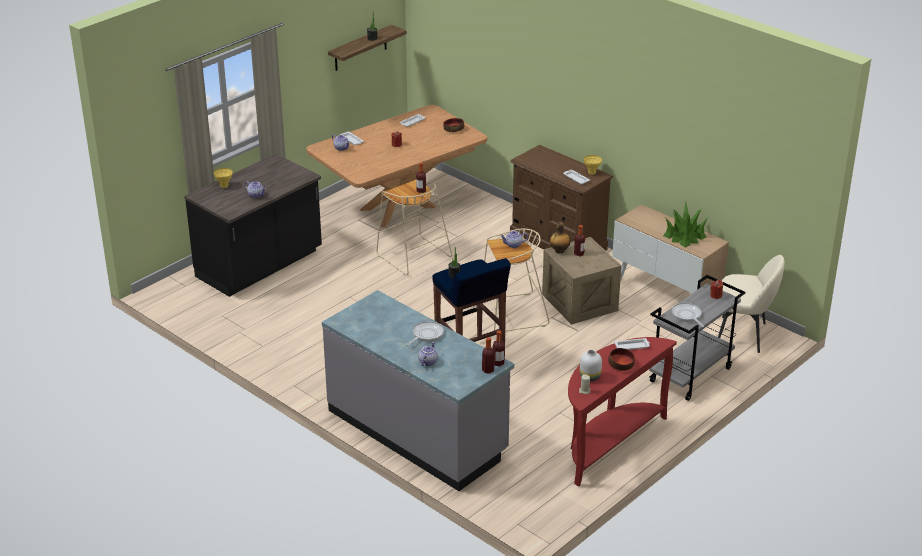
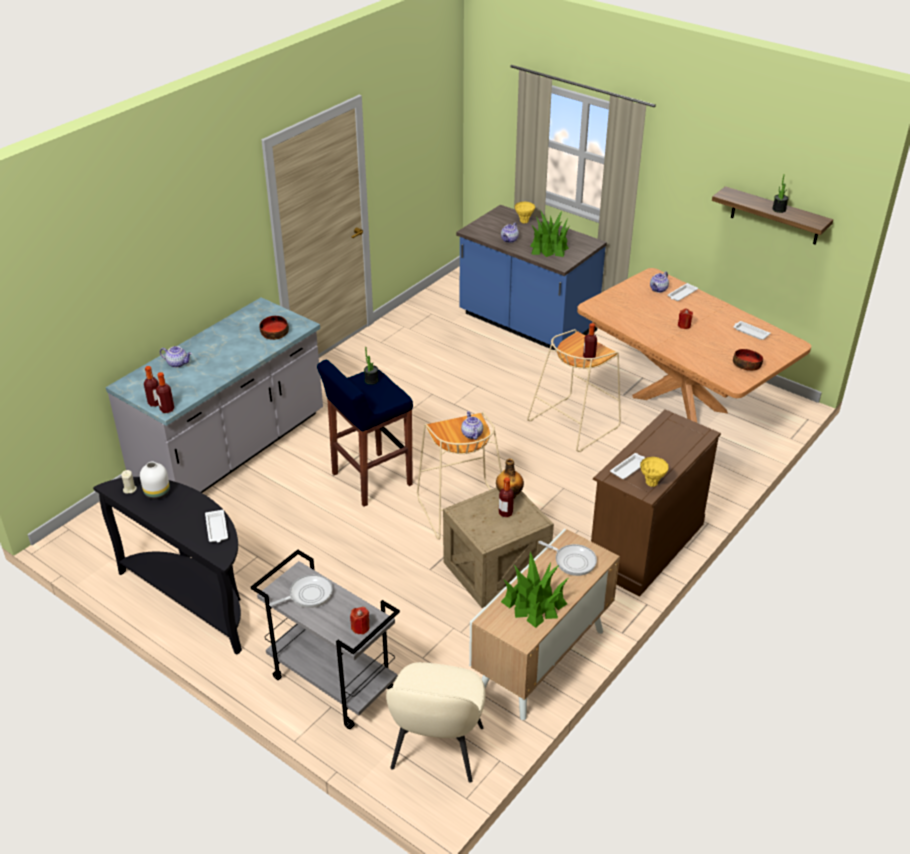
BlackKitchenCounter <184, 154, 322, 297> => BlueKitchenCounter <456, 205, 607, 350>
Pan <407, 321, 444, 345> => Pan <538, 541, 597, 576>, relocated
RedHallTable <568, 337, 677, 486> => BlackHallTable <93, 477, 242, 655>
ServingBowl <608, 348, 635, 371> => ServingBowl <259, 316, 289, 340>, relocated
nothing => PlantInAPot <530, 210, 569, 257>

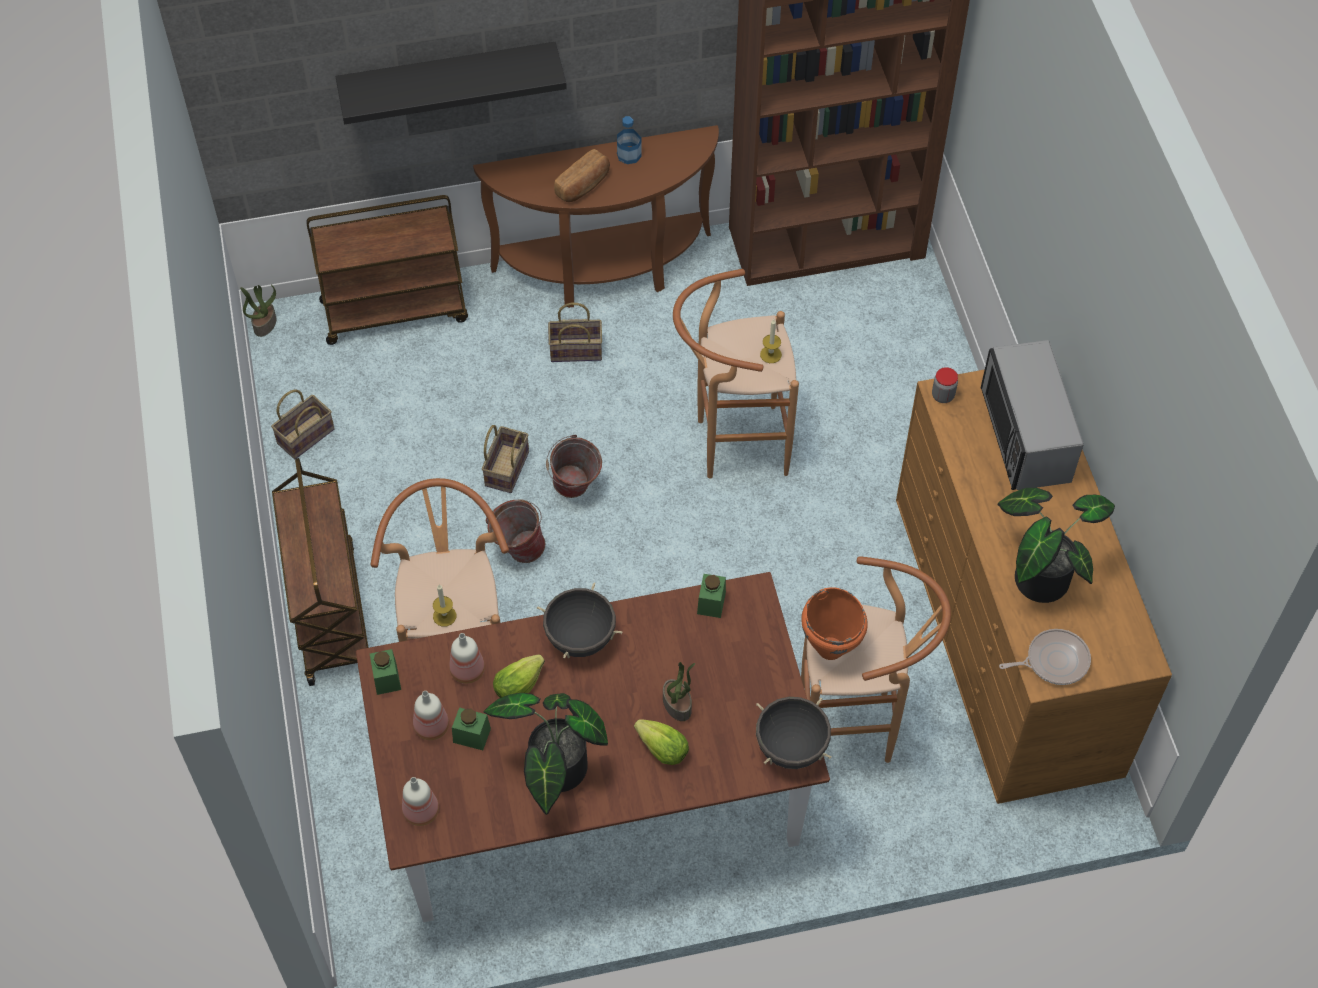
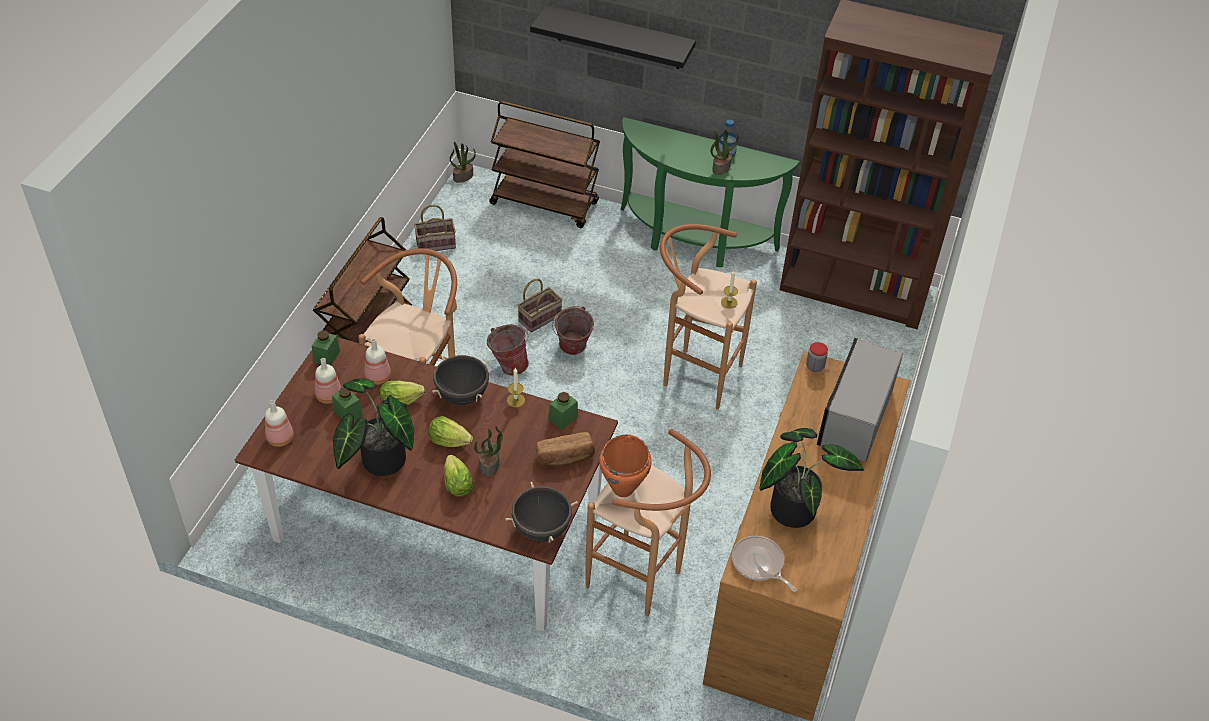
Candle <433, 585, 456, 627> => Candle <507, 368, 525, 407>, relocated
BrownishHallTable <473, 125, 719, 308> => GreenHallTable <621, 117, 799, 268>
HouseholdBasket <548, 302, 602, 362> => nothing
BakedBread <554, 149, 610, 202> => BakedBread <536, 432, 595, 467>, relocated
Pan <999, 629, 1091, 685> => Pan <732, 536, 797, 592>, 150 degrees counterclockwise
nothing => Lettuce <428, 416, 473, 447>
nothing => PlantInAPot <710, 130, 739, 175>

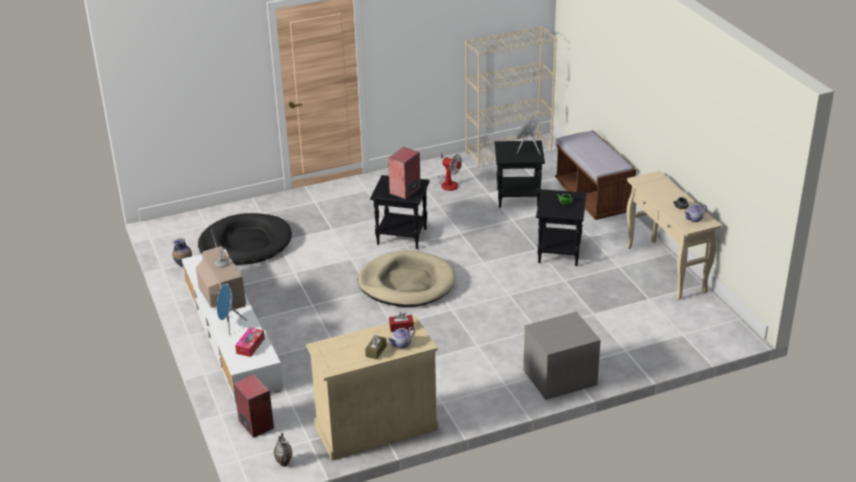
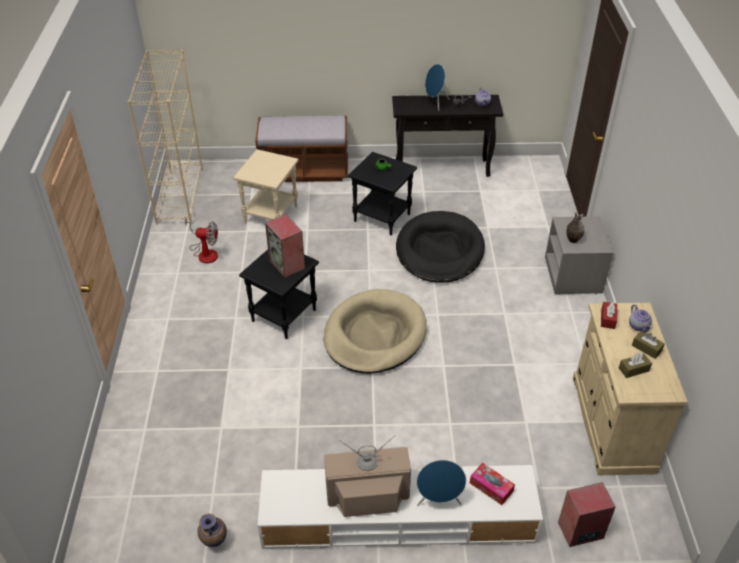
BlackDogBed <198, 213, 292, 265> => BlackDogBed <396, 211, 485, 283>, relocated
Vase <274, 433, 293, 467> => Vase <567, 212, 585, 243>, relocated
CoolingFan <438, 152, 462, 191> => CoolingFan <185, 218, 218, 264>, 45 degrees clockwise
BlackSideTable <494, 141, 545, 208> => BeigeColouredSideTable <233, 149, 299, 224>
BlueSpeaker <516, 115, 541, 155> => BlueSpeaker <425, 64, 450, 111>, relocated
BeigeColouredHallTable <626, 171, 722, 300> => BlackHallTable <392, 95, 503, 177>
nothing => BrownishBoxOfTissues <619, 353, 652, 378>

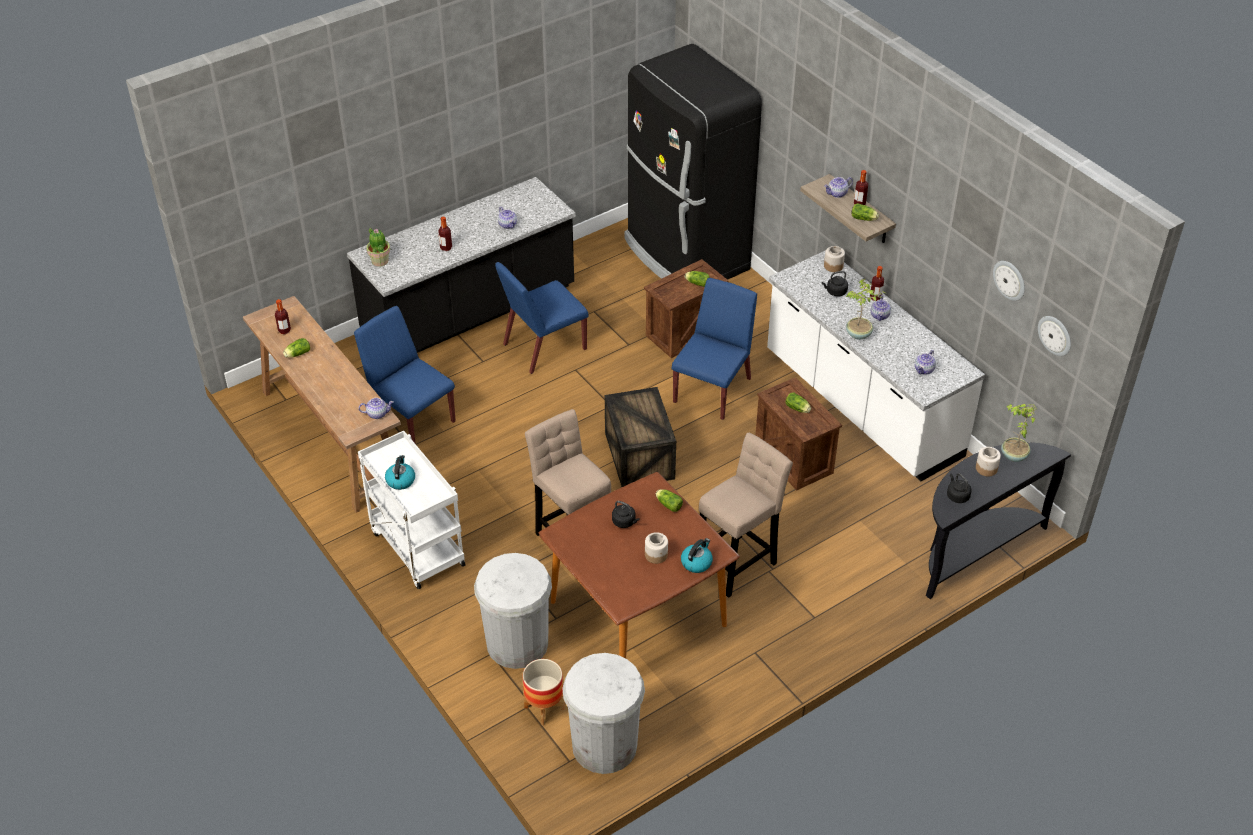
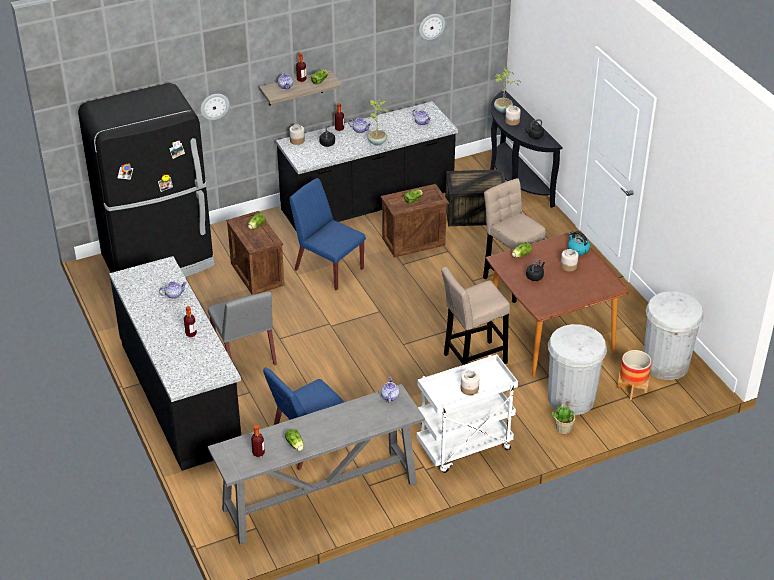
BrownishHallTable <243, 296, 401, 513> => GreyishHallTable <208, 384, 425, 545>
PlantInAPot <366, 228, 390, 267> => PlantInAPot <551, 403, 575, 434>, relocated
Kettle <385, 455, 415, 490> => StorageJar <461, 370, 480, 395>
BlueChair <495, 262, 589, 374> => GreyishChair <208, 292, 277, 365>
ShippingCrate <605, 387, 676, 487> => ShippingCrate <445, 169, 506, 226>, relocated
WhiteColouredKitchenCounter <767, 250, 985, 481> => BlackKitchenCounter <276, 101, 458, 230>
WallClock <1038, 316, 1071, 356> => WallClock <201, 94, 230, 120>, relocated

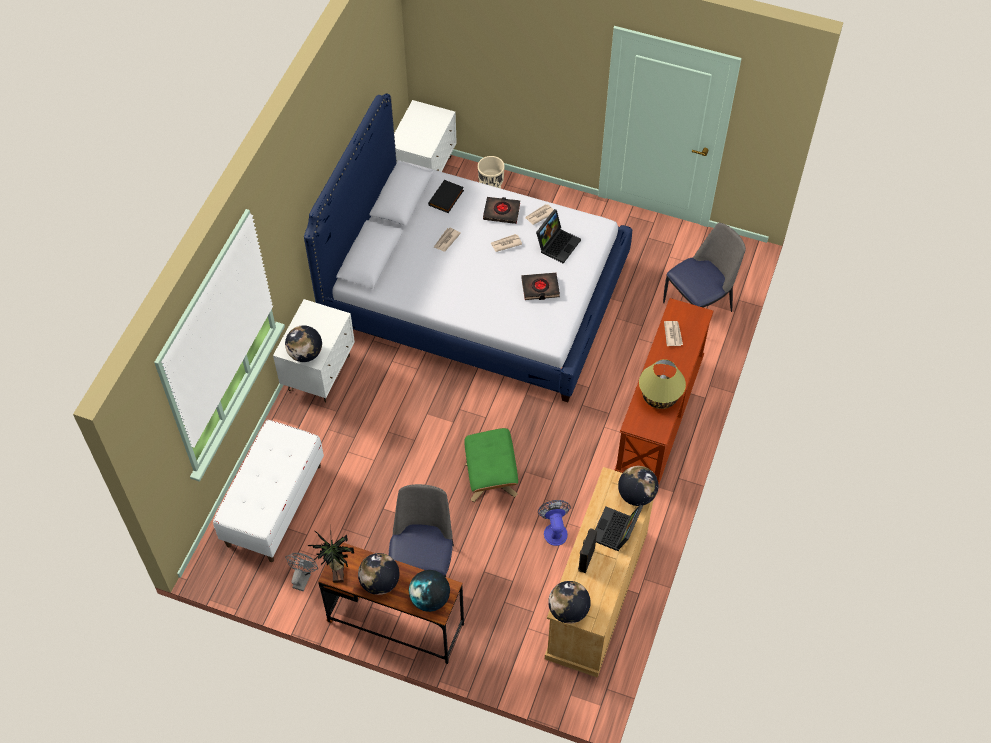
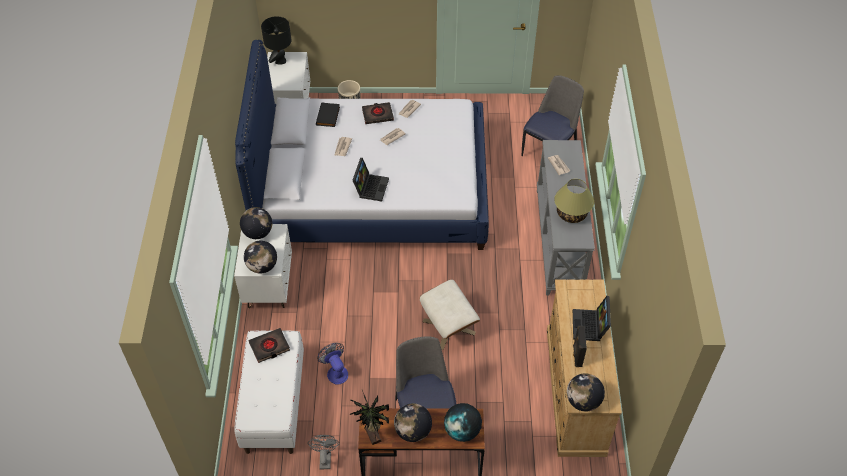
GreenPouffe <464, 428, 518, 502> => BeigeColouredPouffe <420, 279, 480, 350>
BlackVolume <521, 273, 560, 300> => BlackVolume <248, 328, 290, 363>, relocated
Laptop <536, 209, 581, 264> => Laptop <352, 158, 389, 202>, relocated
CoolingFan <538, 500, 571, 546> => CoolingFan <317, 343, 348, 385>, relocated
BrownishHallTable <615, 298, 713, 486> => GreyishHallTable <537, 140, 595, 295>
DeskGlobe <618, 466, 658, 506> => DeskGlobe <240, 207, 272, 239>, relocated
nothing => BlackTabletopLamp <261, 16, 291, 65>

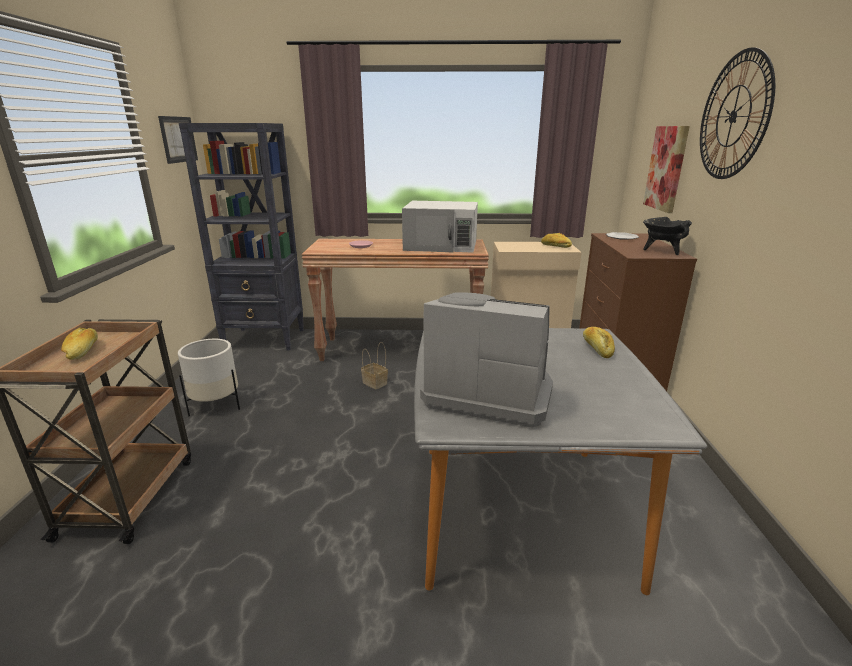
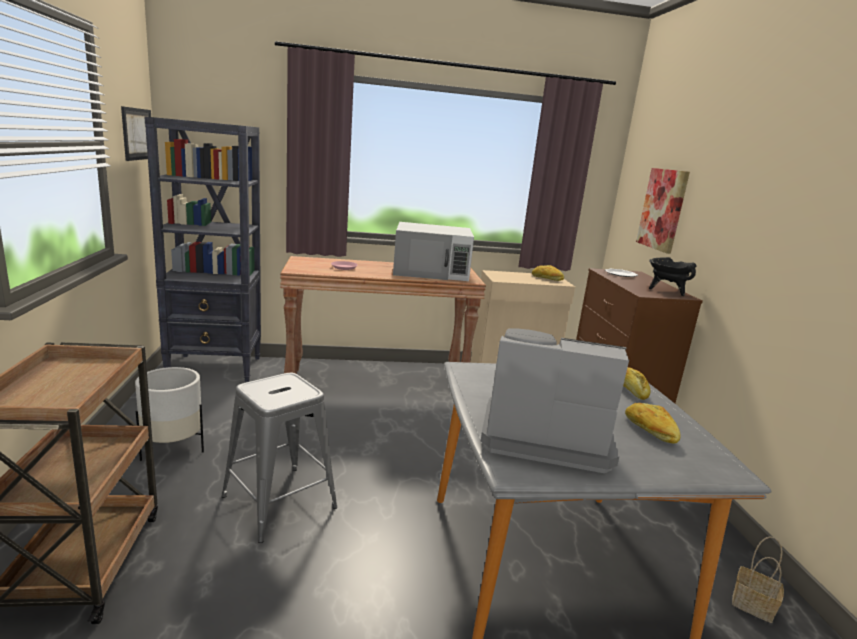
BakedBread <61, 327, 98, 360> => BakedBread <625, 403, 681, 444>, relocated
HouseholdBasket <361, 342, 388, 389> => HouseholdBasket <732, 537, 784, 623>, relocated
WallClock <700, 47, 775, 179> => nothing
nothing => GreyishStool <221, 373, 337, 543>

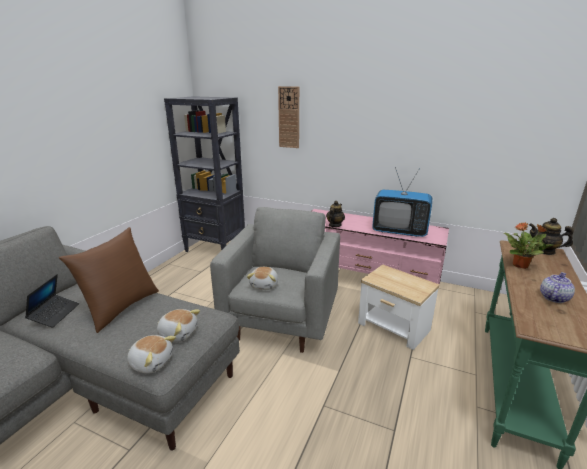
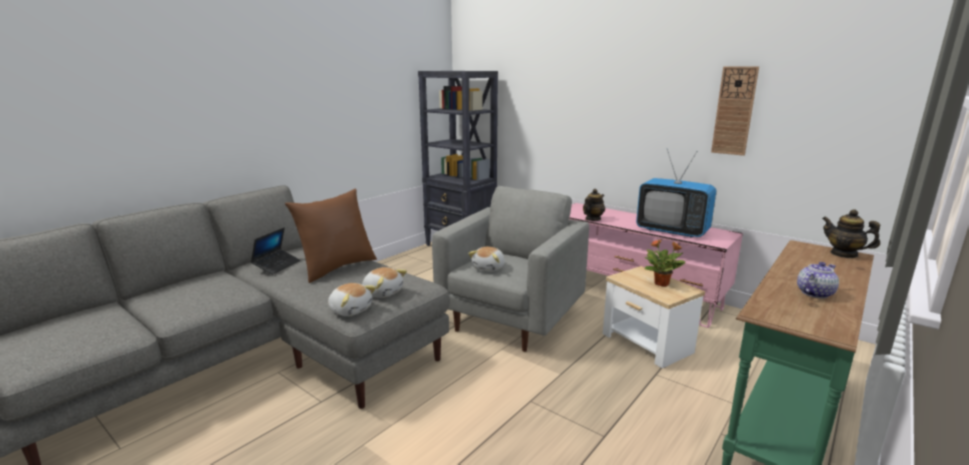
WallClock <278, 86, 299, 148> => WallClock <711, 66, 759, 156>, relocated
PlantInAPot <504, 222, 553, 269> => PlantInAPot <645, 239, 685, 287>, relocated

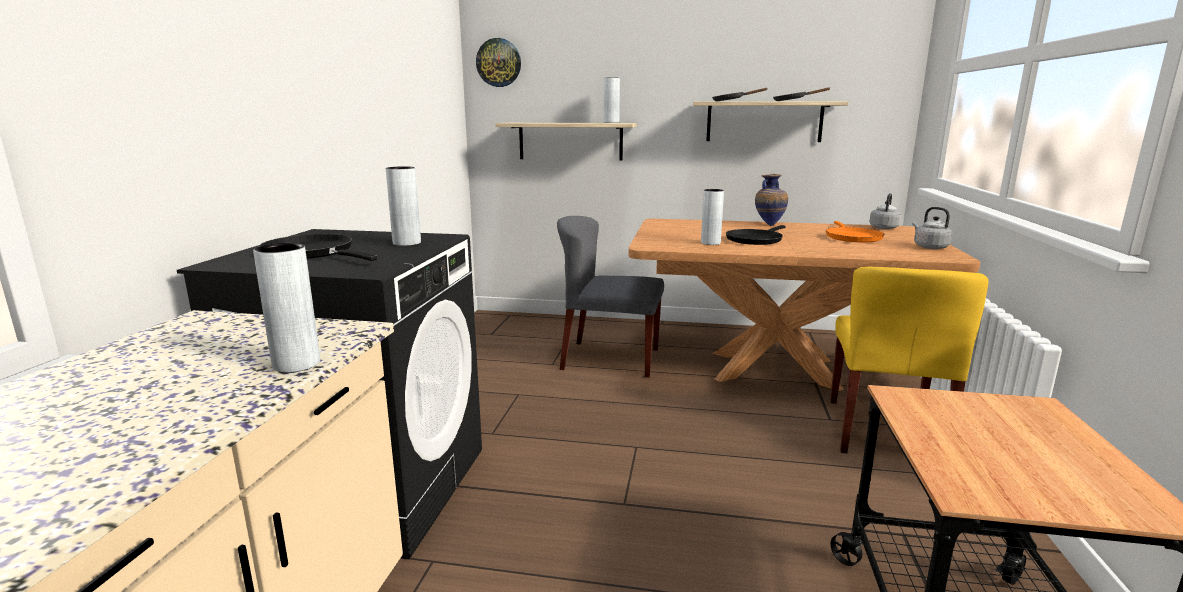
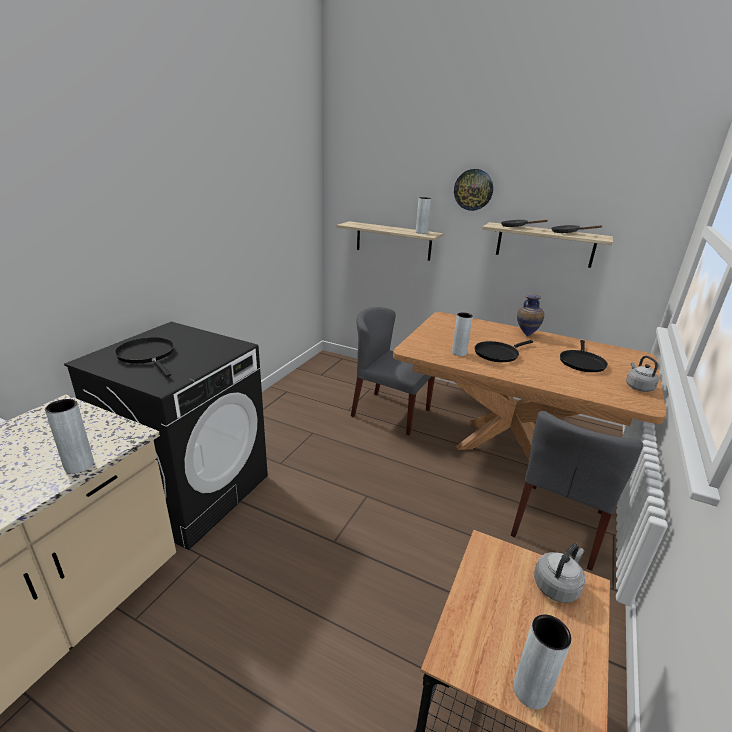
GreyishVase <386, 166, 421, 246> => GreyishVase <513, 614, 572, 709>, relocated
WallClock <476, 38, 521, 87> => WallClock <454, 169, 493, 211>, relocated
OrangeColouredPan <826, 221, 884, 242> => BlackPan <560, 340, 608, 372>
YellowChair <830, 267, 989, 453> => GreyishChair <511, 411, 643, 571>
GreyishKettle <870, 193, 901, 229> => GreyishKettle <534, 543, 585, 603>, relocated

